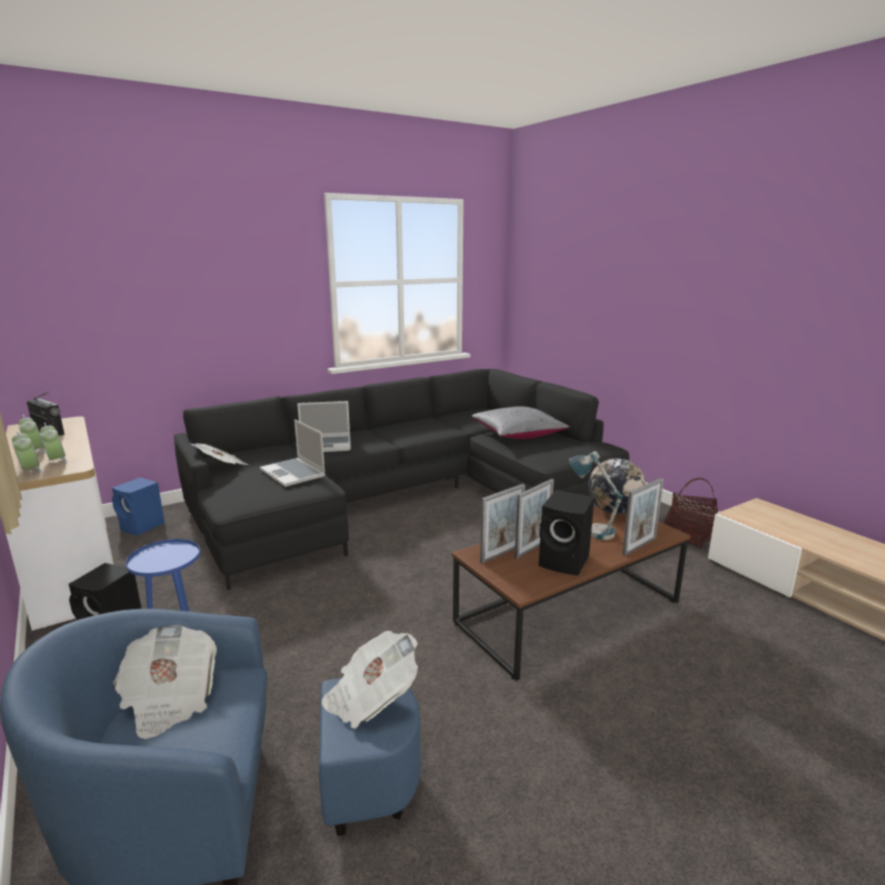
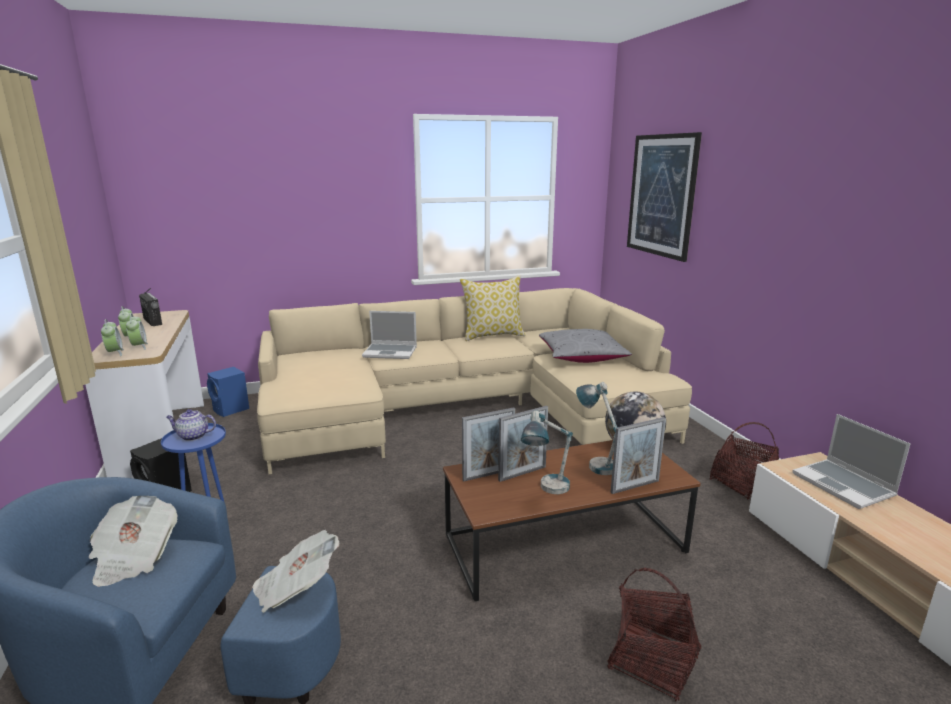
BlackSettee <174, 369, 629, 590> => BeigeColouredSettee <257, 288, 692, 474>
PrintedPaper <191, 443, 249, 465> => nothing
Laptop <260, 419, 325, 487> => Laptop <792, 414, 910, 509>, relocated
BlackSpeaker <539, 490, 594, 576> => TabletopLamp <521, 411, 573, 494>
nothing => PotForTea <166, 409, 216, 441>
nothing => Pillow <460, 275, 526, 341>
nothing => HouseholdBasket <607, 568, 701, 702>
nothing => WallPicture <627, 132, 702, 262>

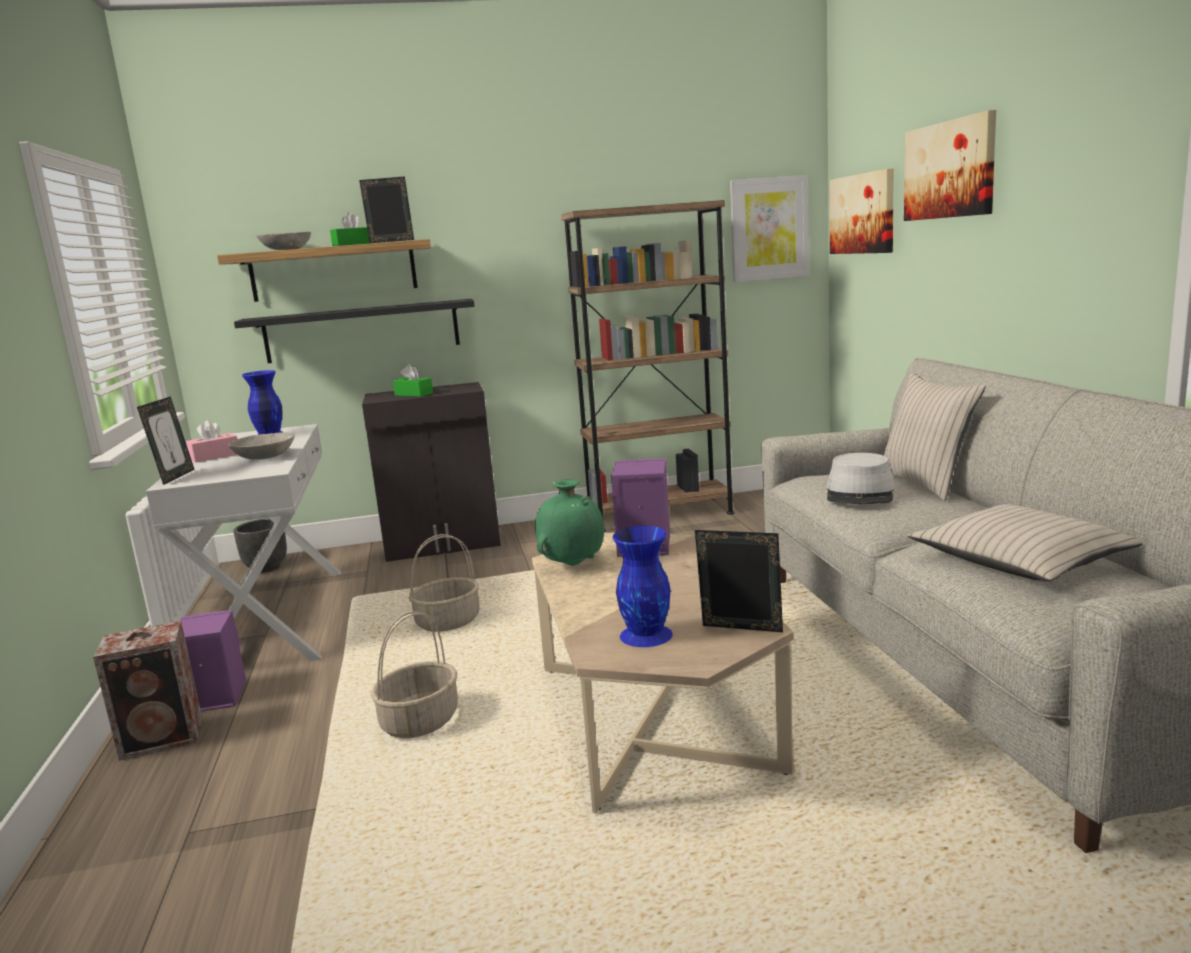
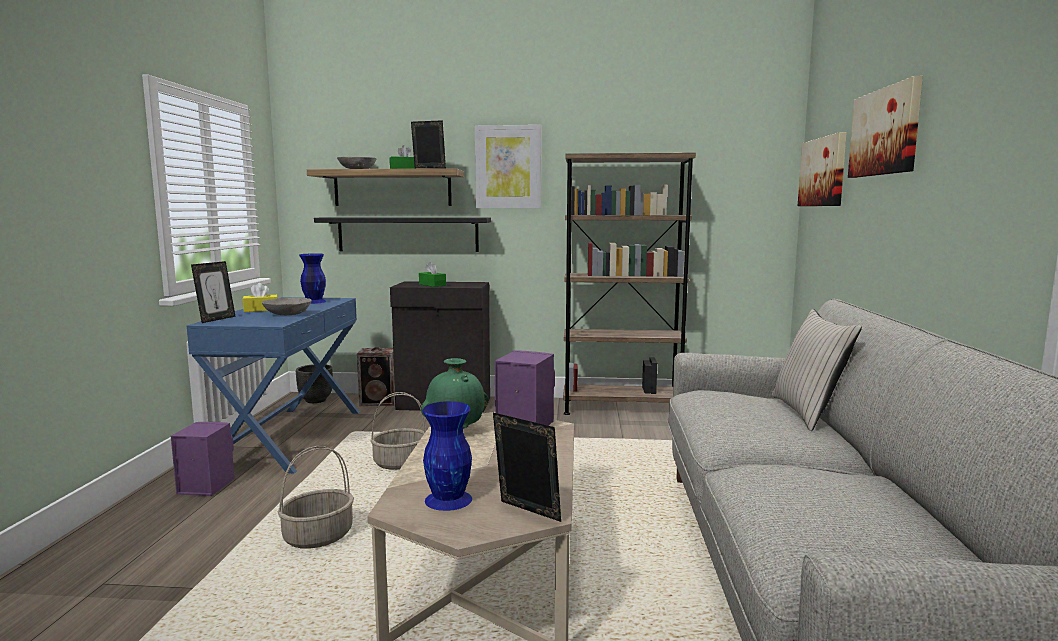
Speaker <93, 621, 202, 761> => Speaker <357, 347, 395, 406>, relocated
WhiteColouredHallTable <146, 424, 341, 661> => BlueHallTable <187, 297, 360, 473>
PinkBoxOfTissues <186, 420, 237, 462> => YellowBoxOfTissues <243, 283, 278, 312>
WallPicture <730, 175, 809, 282> => WallPicture <475, 125, 541, 208>, relocated
GreyishHat <826, 453, 896, 504> => nothing
BeigeColouredPillow <908, 504, 1143, 582> => nothing

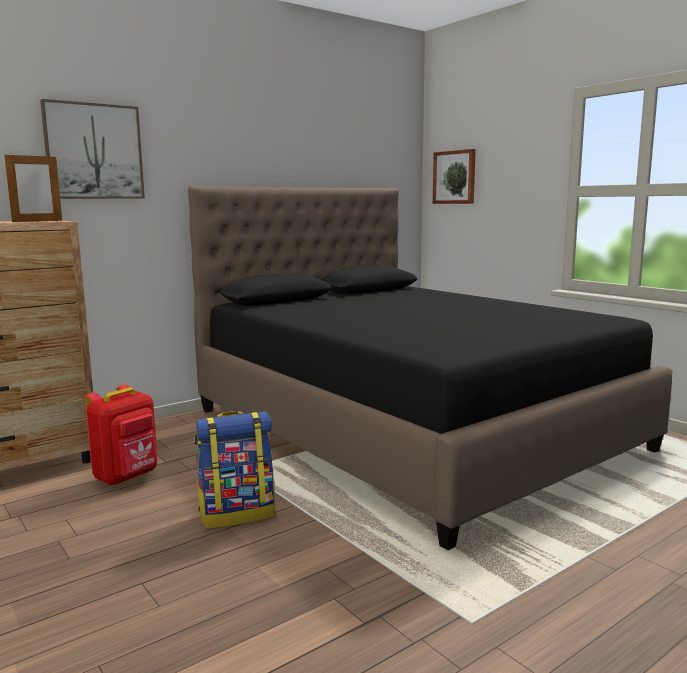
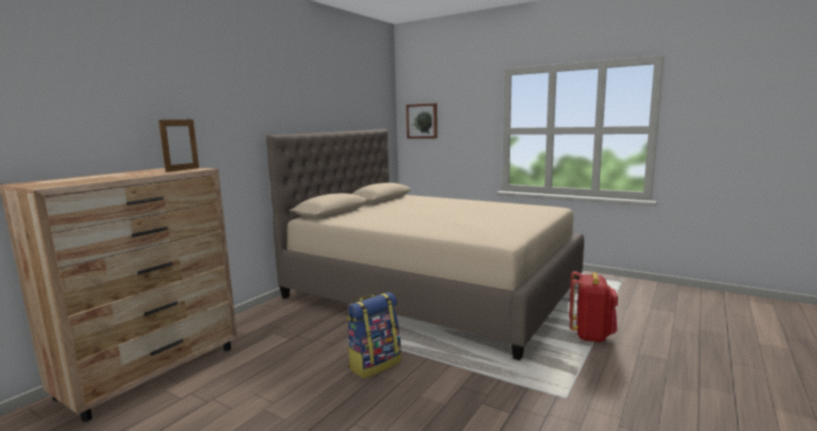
WallPicture <40, 99, 145, 199> => nothing
RedKnapsack <85, 384, 158, 486> => RedKnapsack <569, 271, 618, 342>, relocated
BlackSleepingBed <188, 186, 672, 550> => BeigeColouredSleepingBed <266, 129, 584, 360>

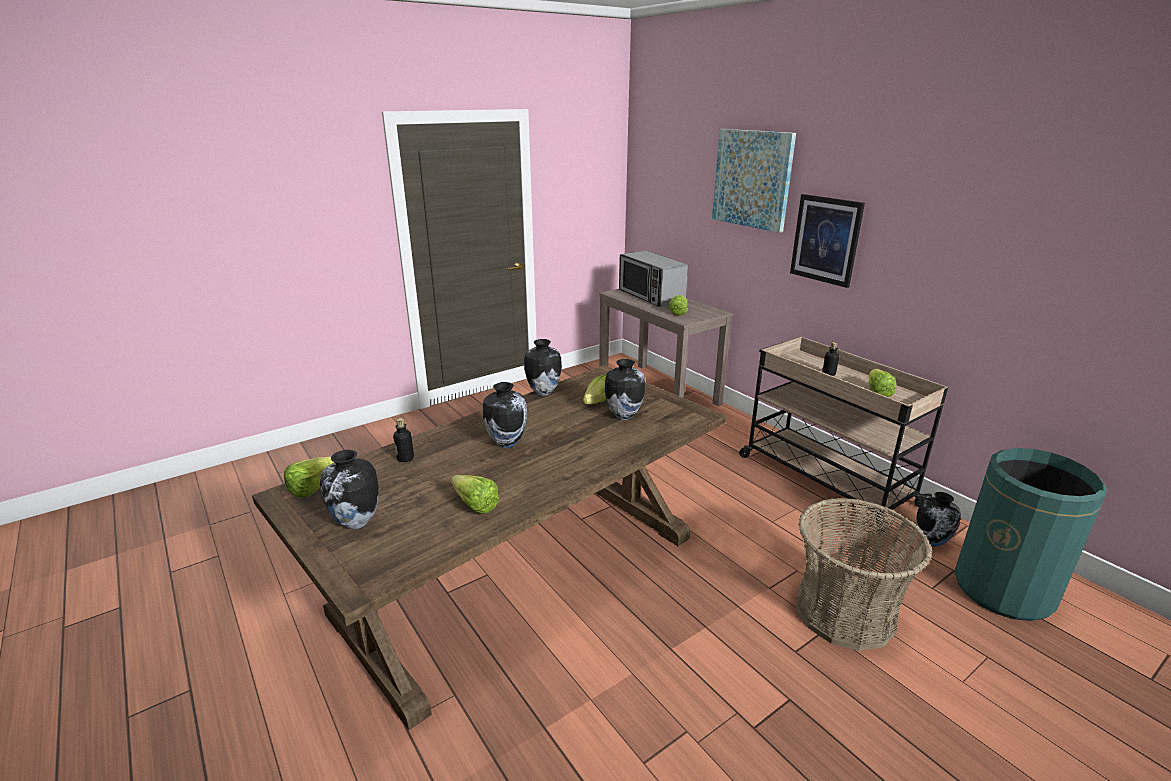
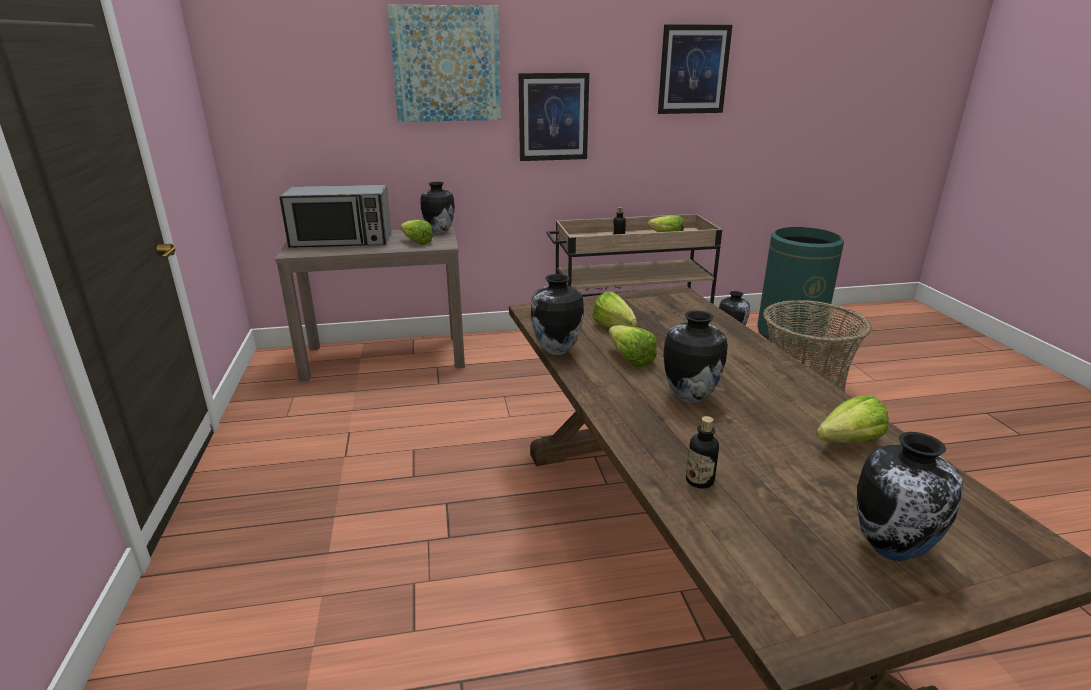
Lettuce <284, 457, 334, 498> => Lettuce <608, 325, 657, 367>, relocated
Vase <605, 359, 645, 420> => Vase <420, 182, 455, 234>, relocated
nothing => WallPicture <658, 24, 732, 114>

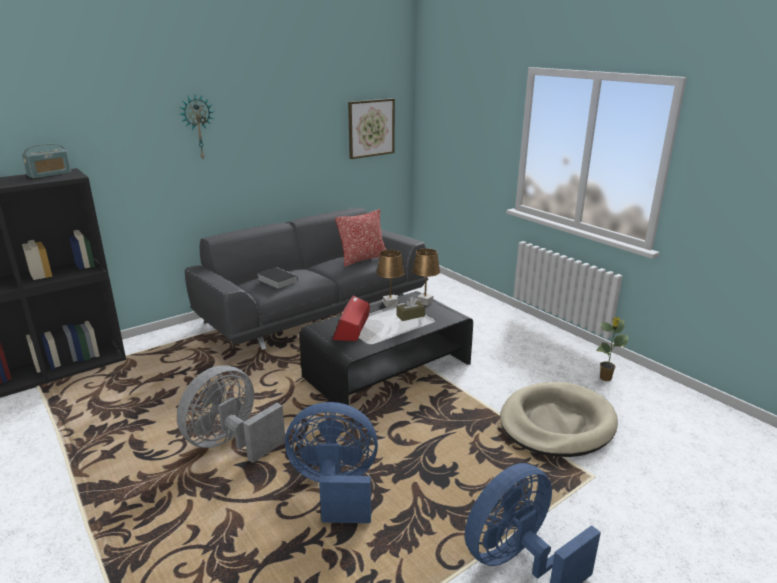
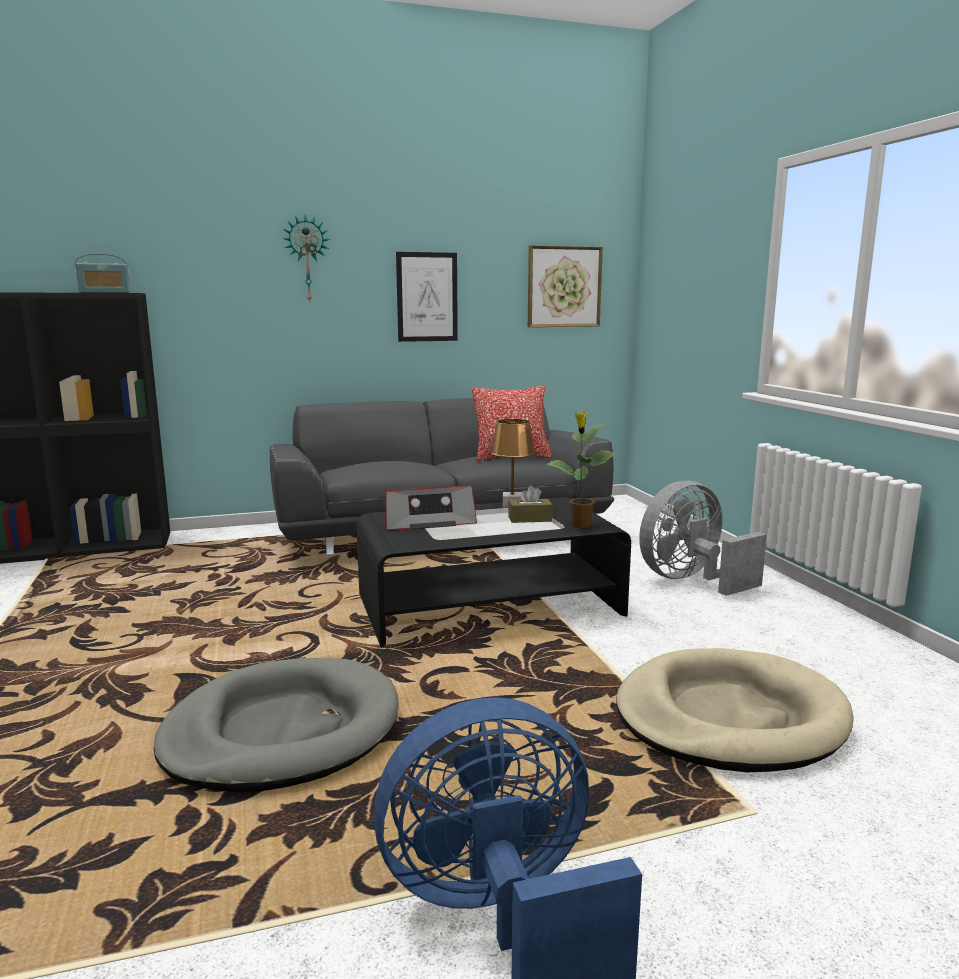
GreyishCoolingFan <176, 365, 285, 463> => GreyishCoolingFan <639, 481, 767, 596>, relocated
Volume <257, 267, 298, 289> => nothing
BlueCoolingFan <285, 402, 378, 523> => GreyishDogBed <154, 658, 399, 792>
Radio <332, 296, 370, 341> => Radio <385, 485, 477, 530>, 135 degrees counterclockwise
BrownishTabletopLamp <412, 248, 440, 306> => nothing
PlantInAPot <596, 317, 629, 381> => PlantInAPot <546, 412, 617, 528>, relocated
nothing => WallPicture <396, 252, 458, 342>

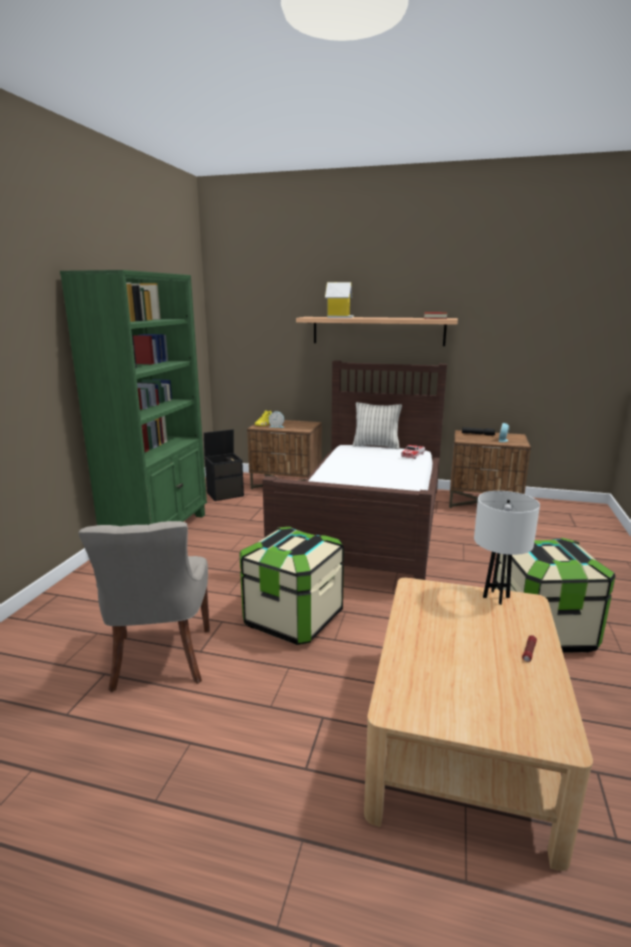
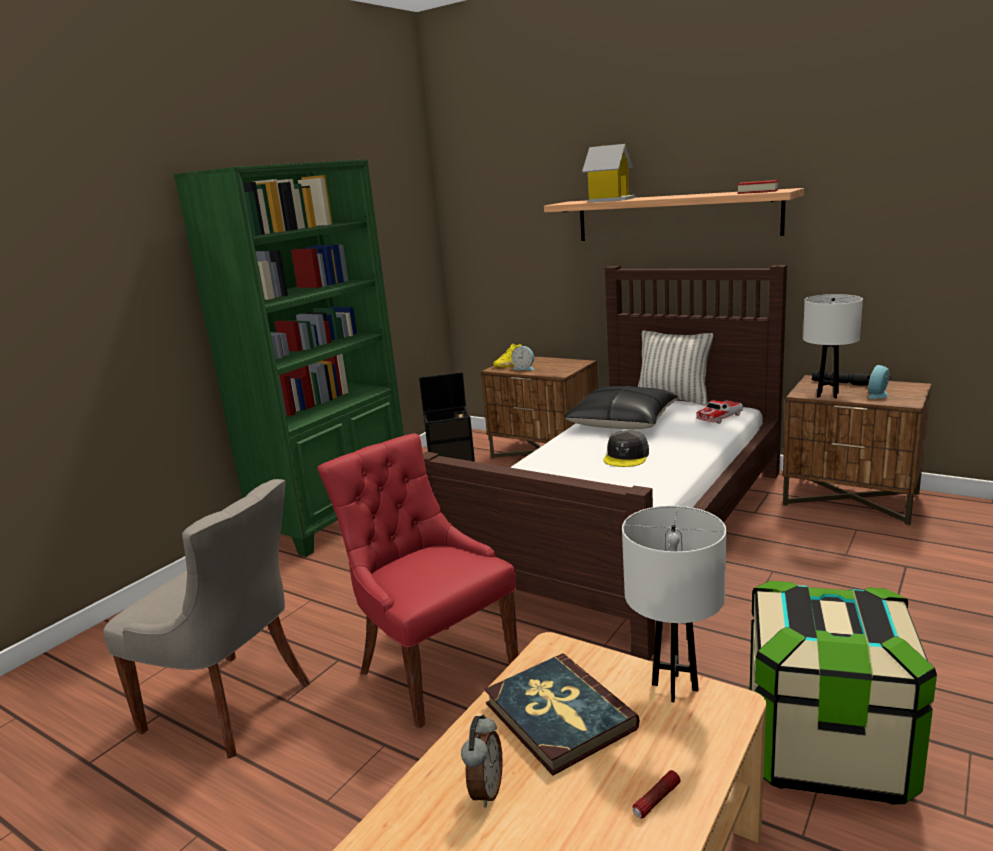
GreyishChair <78, 521, 210, 692> => GreyishChair <103, 479, 310, 758>, 75 degrees counterclockwise
StorageBin <239, 527, 344, 645> => RedChair <317, 433, 518, 728>
nothing => TableClock <461, 715, 503, 808>
nothing => Volume <484, 654, 640, 776>
nothing => BlackPillow <564, 386, 678, 429>
nothing => GreyishBaseballCap <603, 430, 649, 467>
nothing => WhiteColouredTabletopLamp <803, 294, 863, 399>

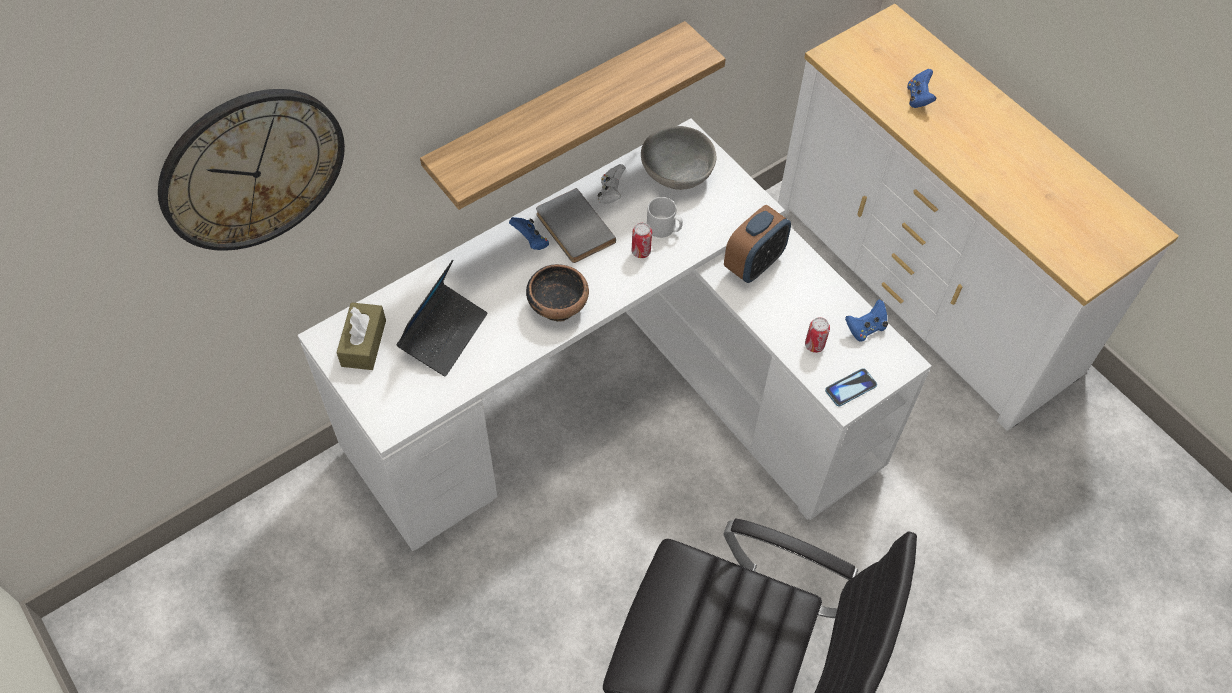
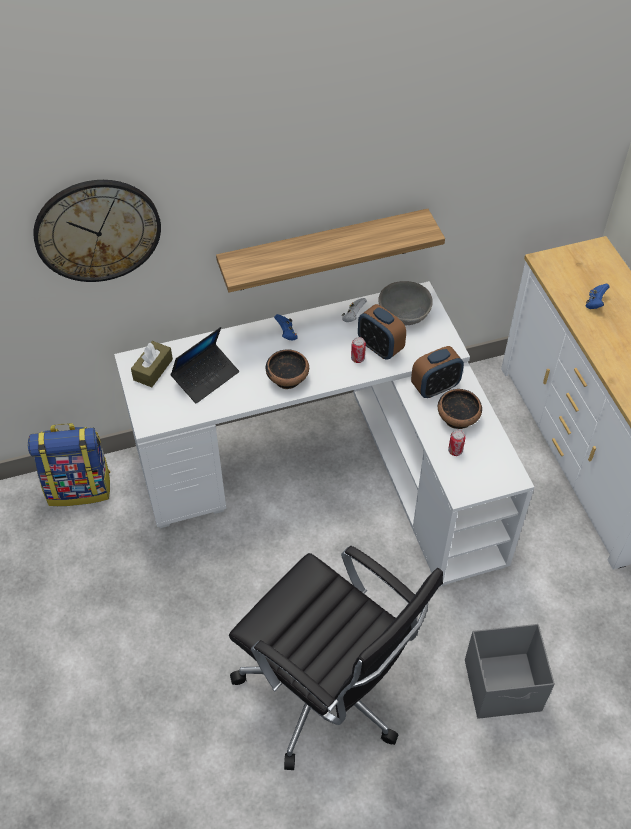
GreyishVolume <536, 188, 616, 263> => nothing
GreyishMug <647, 197, 683, 238> => TableClock <358, 304, 406, 360>
Phone <825, 368, 877, 406> => nothing
BlueGamepad <845, 300, 888, 342> => nothing
nothing => Knapsack <28, 423, 110, 506>
nothing => ServingBowl <438, 389, 482, 429>
nothing => GreyishStorageBin <465, 624, 555, 719>

